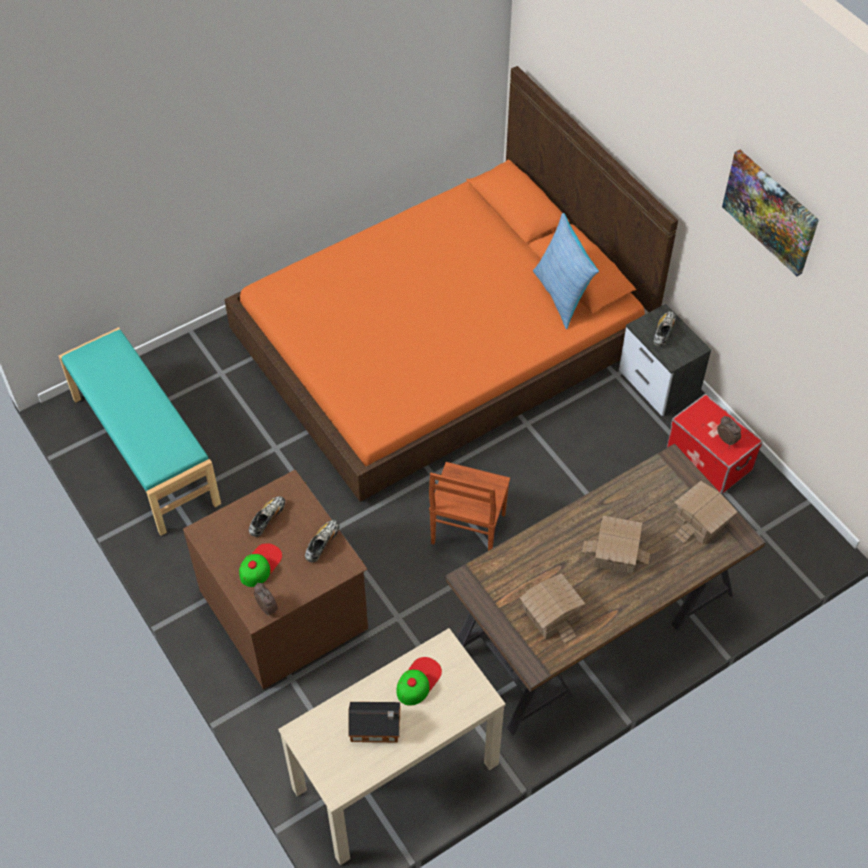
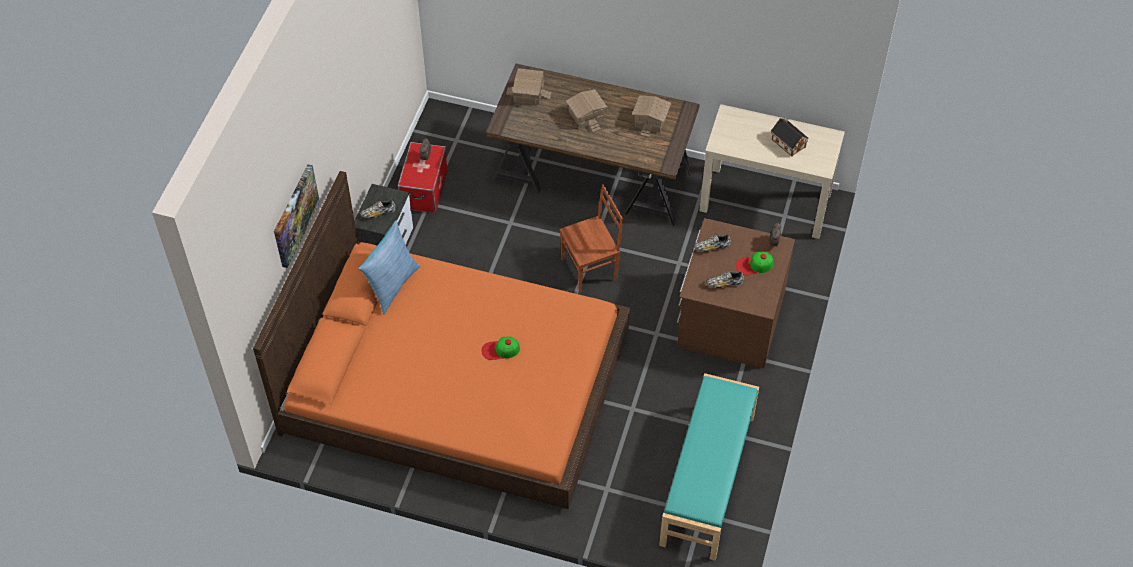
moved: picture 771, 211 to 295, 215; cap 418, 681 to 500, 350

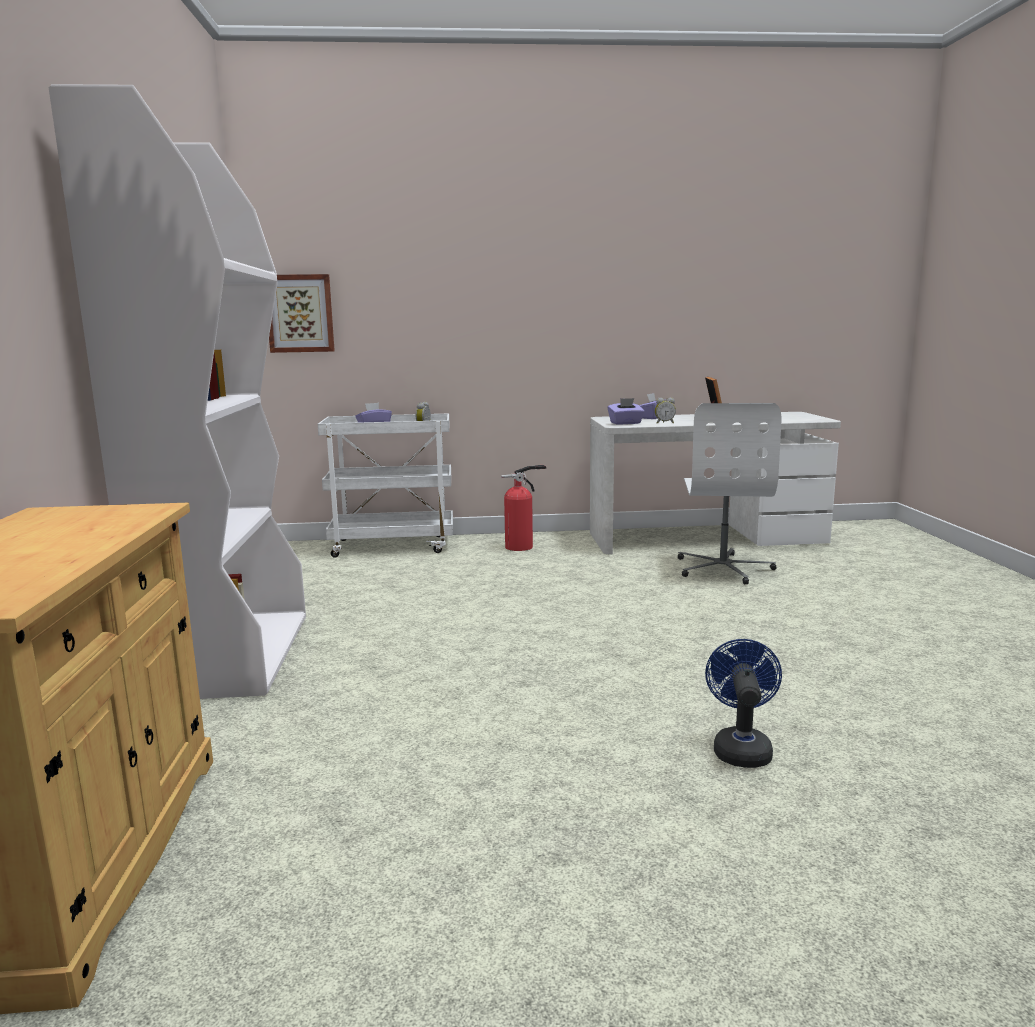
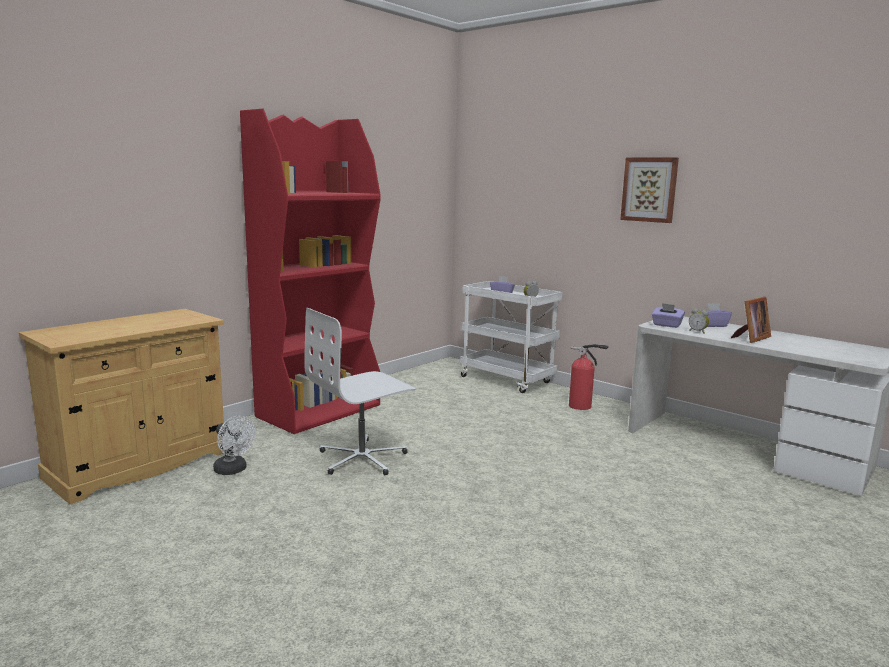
removed: fan (blue) 740, 748
added: fan (white) 233, 470
moved: office chair (white) 723, 568 to 363, 458; picture 300, 313 to 649, 189
recoloured: bookcase (white) 231, 654 to bookcase (red) 319, 410

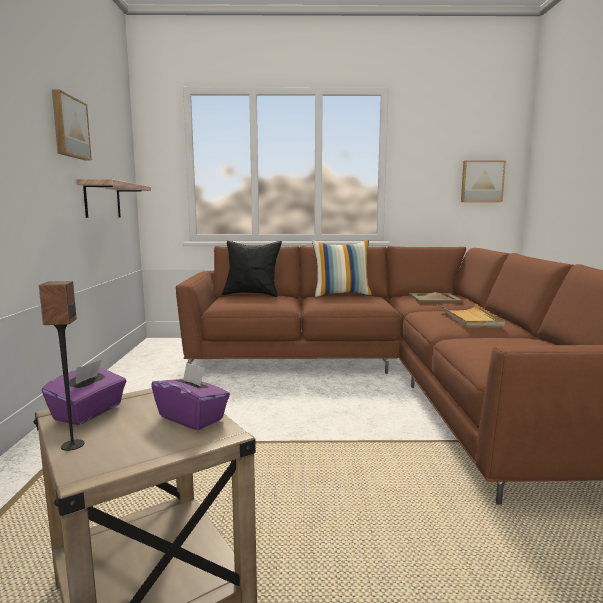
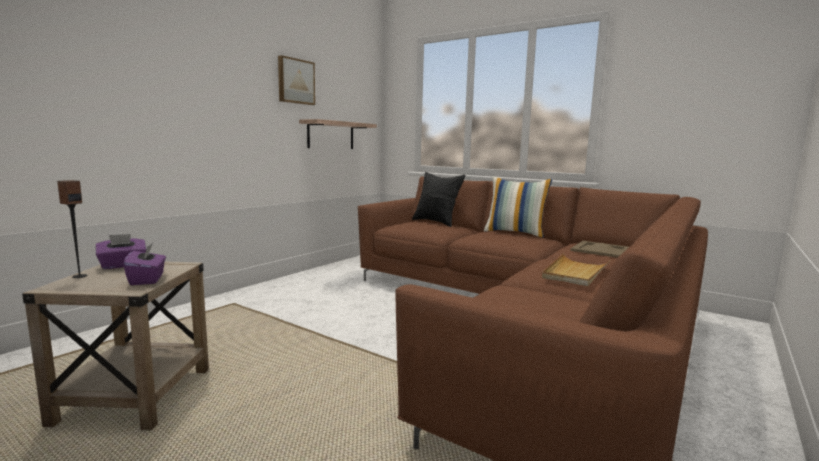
removed: picture 482, 181

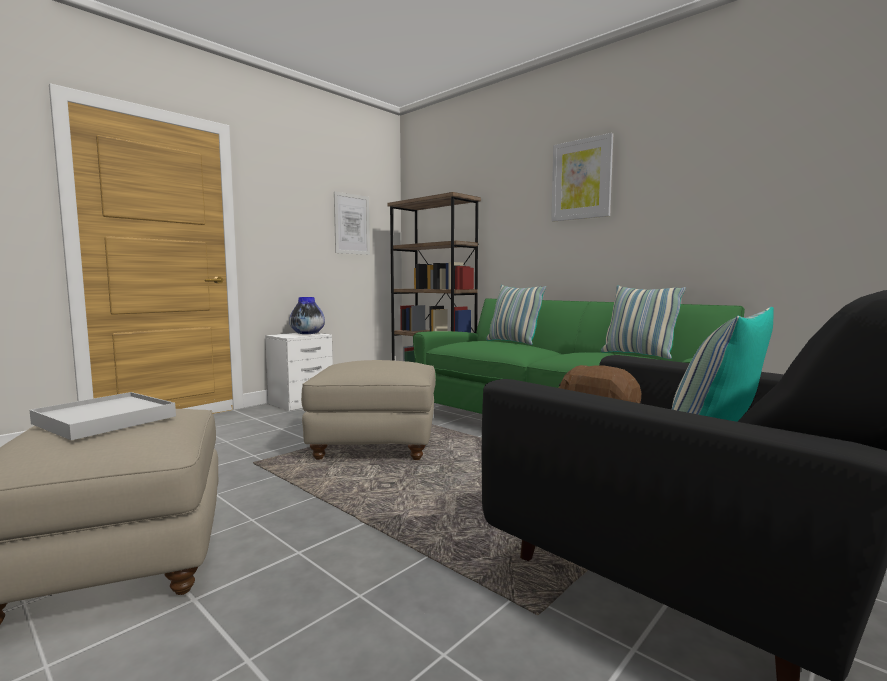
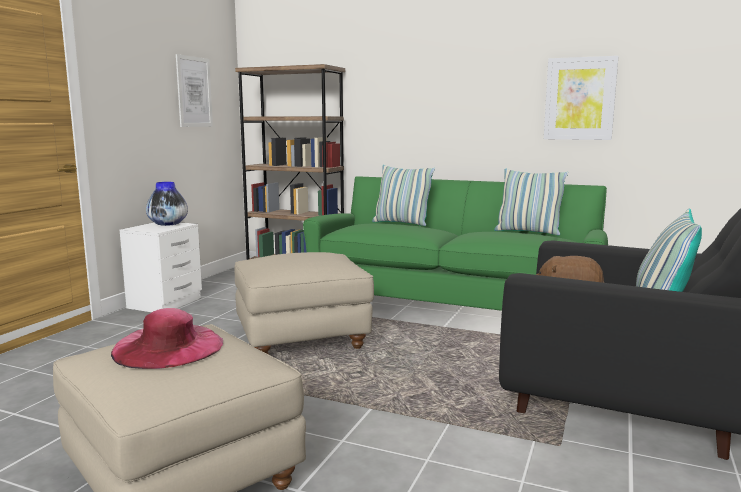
moved: picture 581, 179 to 580, 99
replaced: tray (white) 105, 420 to hat (pink) 168, 346

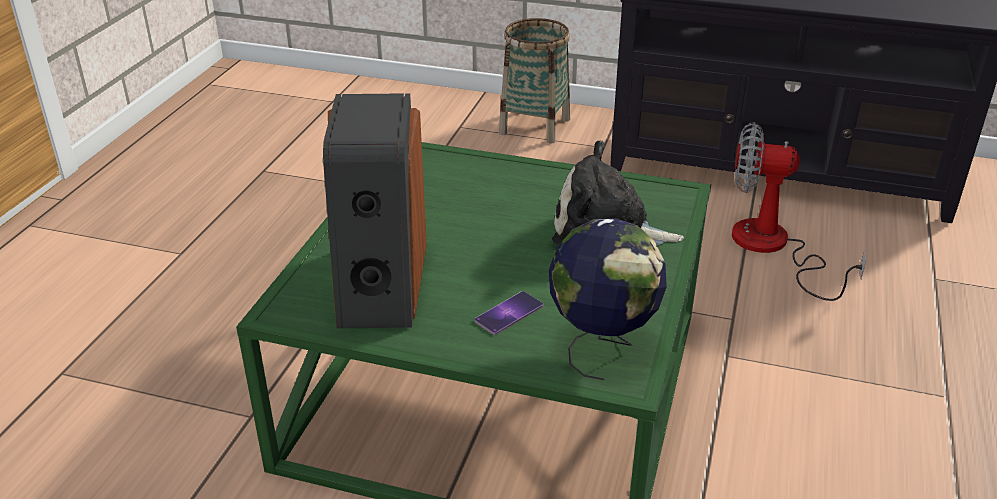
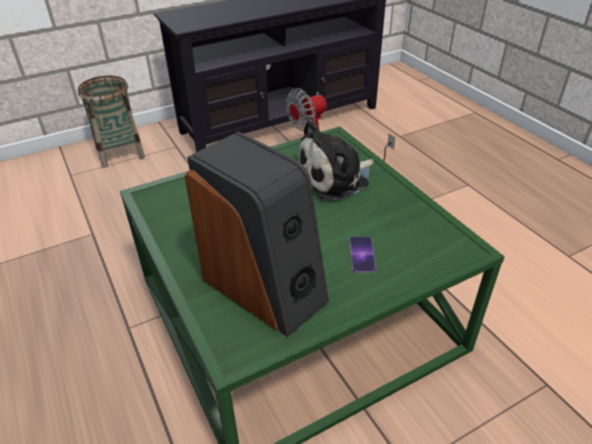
removed: globe 602, 347

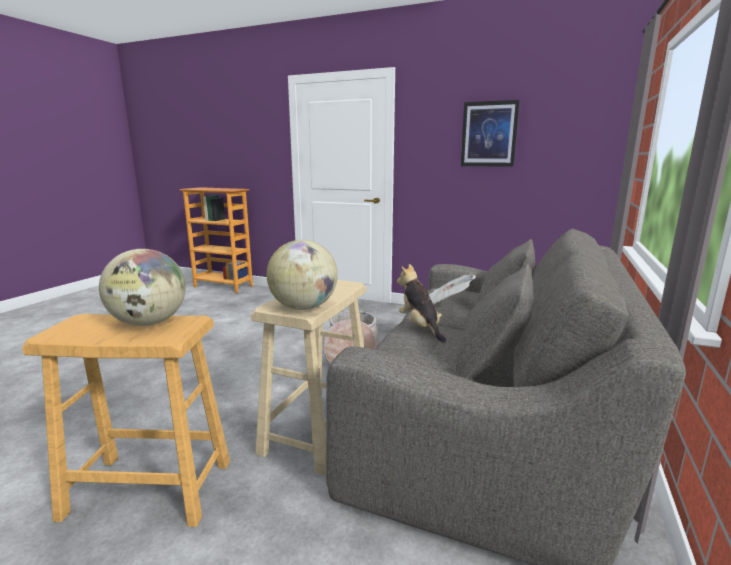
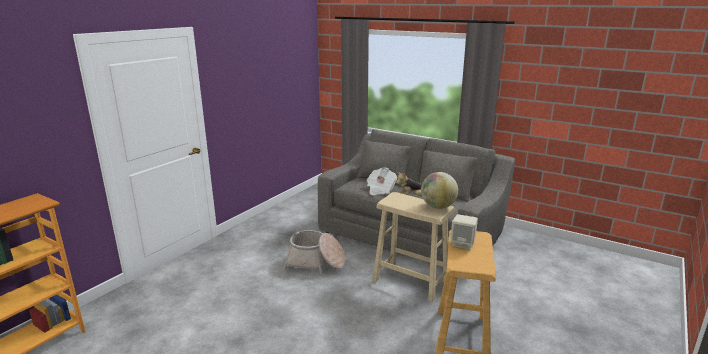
removed: picture 489, 134
replaced: globe 149, 323 to speaker (beige) 463, 243

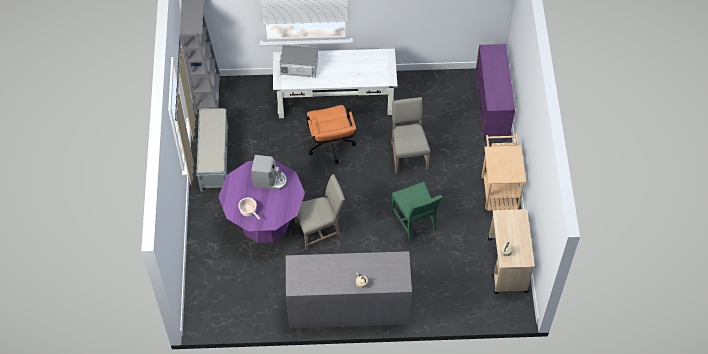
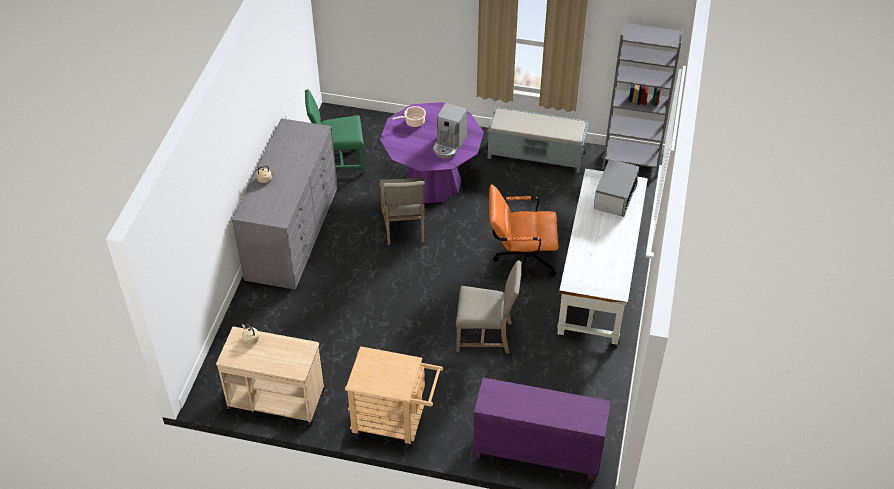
moved: chair (green) 415, 221 to 338, 161

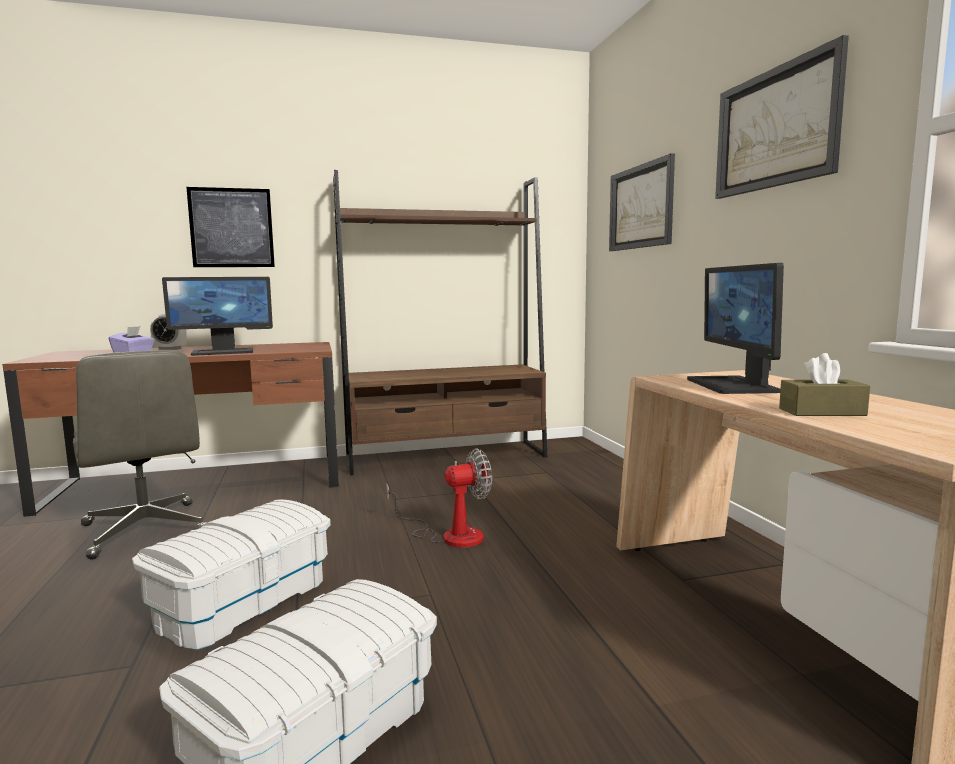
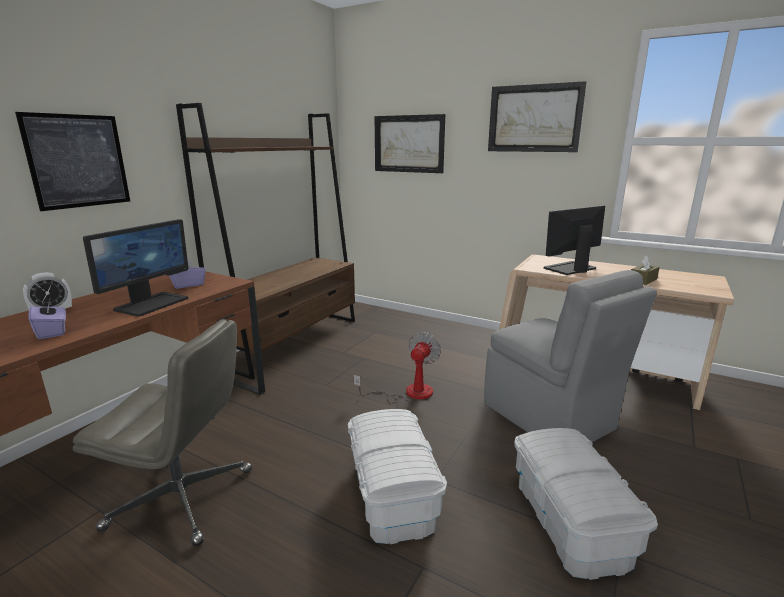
added: tissue box (purple) 188, 285; chair (grey) 550, 418
turned: monitor 733, 385 = 570, 268 105 degrees clockwise

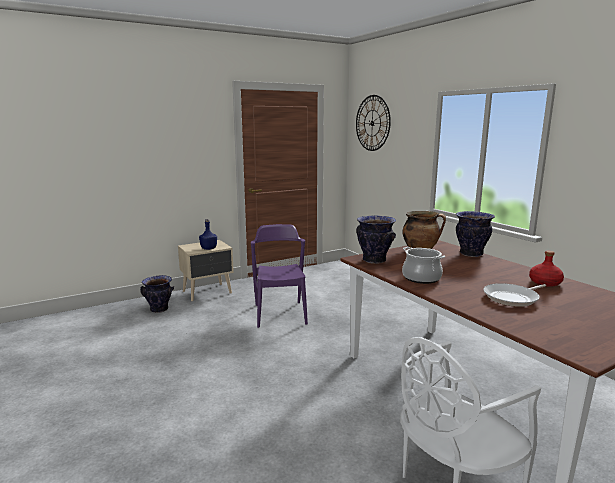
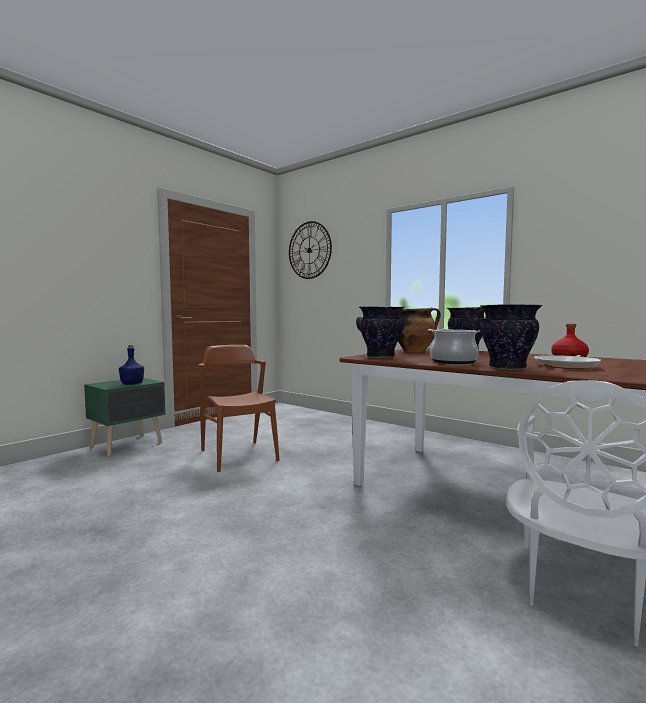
moved: vase 159, 309 to 508, 368
recoloured: nightstand (beige) 208, 292 to nightstand (green) 128, 445; chair (purple) 280, 314 to chair (brown) 238, 455

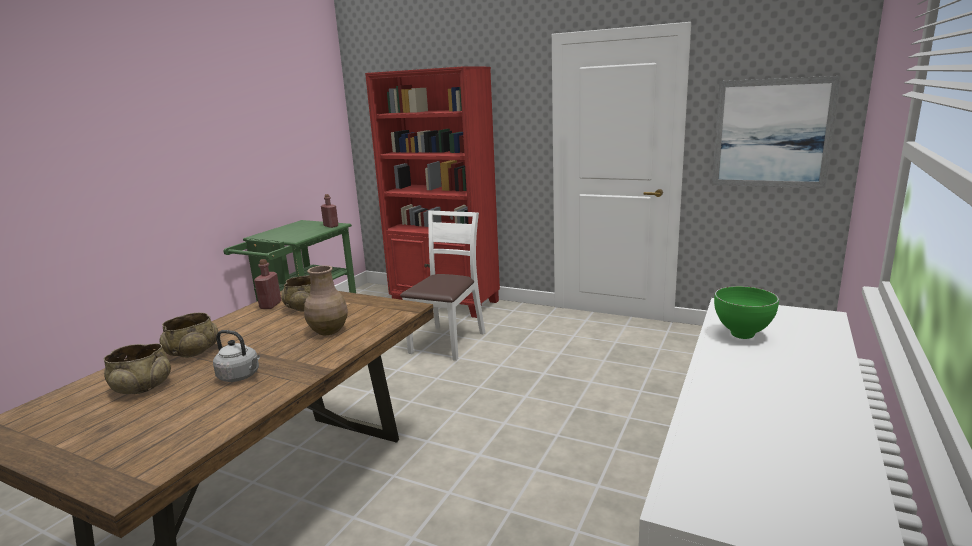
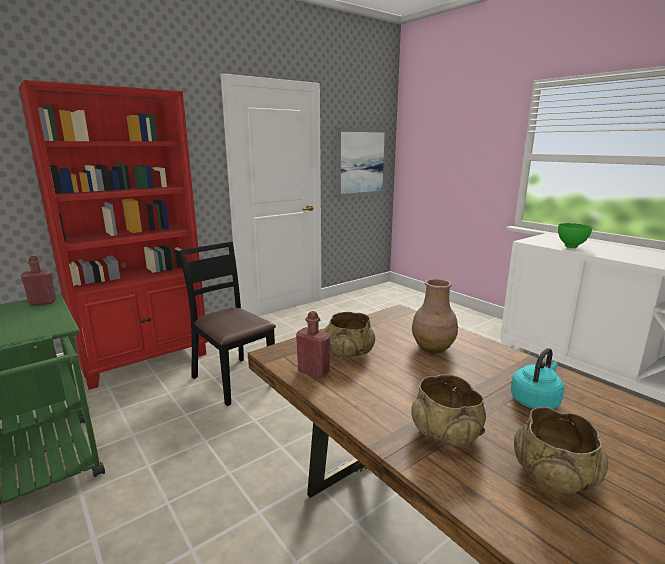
recoloured: chair (white) 447, 342 to chair (black) 233, 380; kettle (grey) 240, 376 to kettle (turquoise) 535, 400

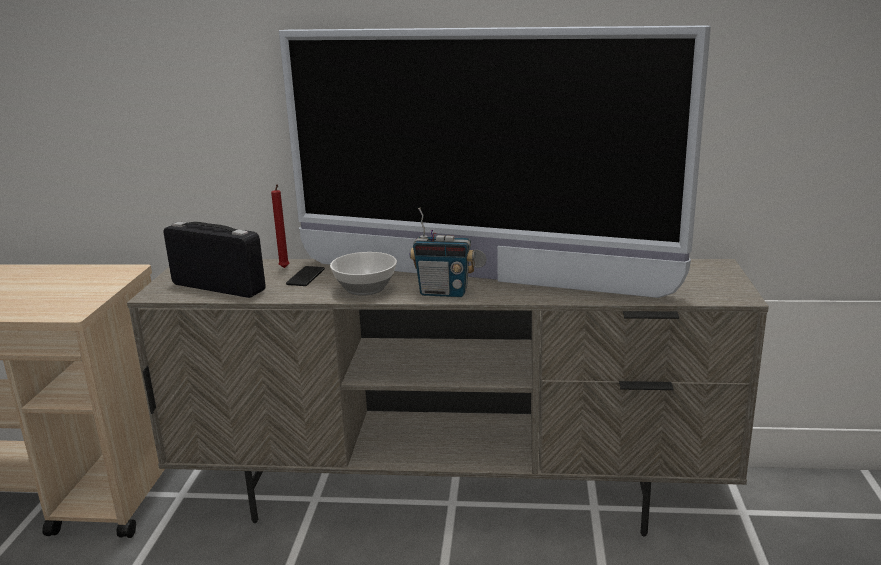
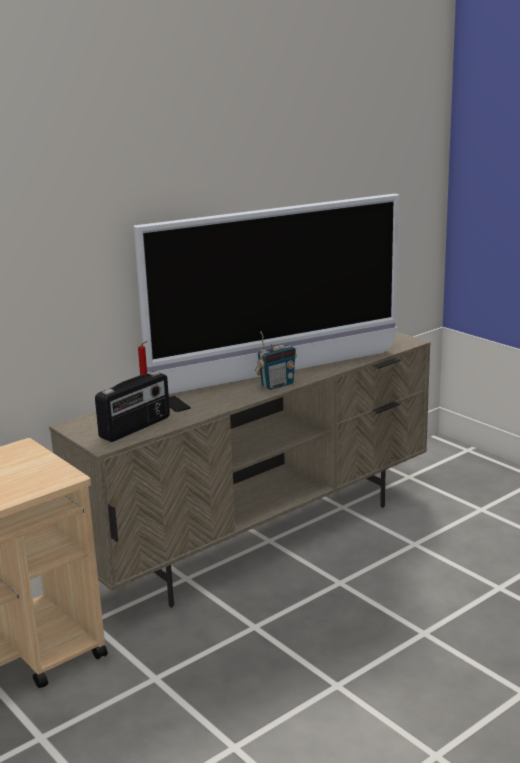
removed: bowl 364, 289
turned: radio 219, 287 = 136, 428 150 degrees clockwise

